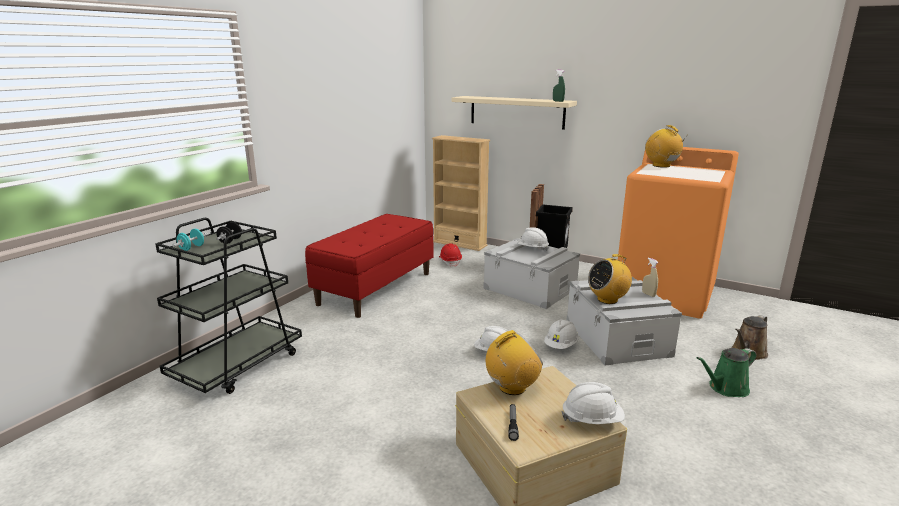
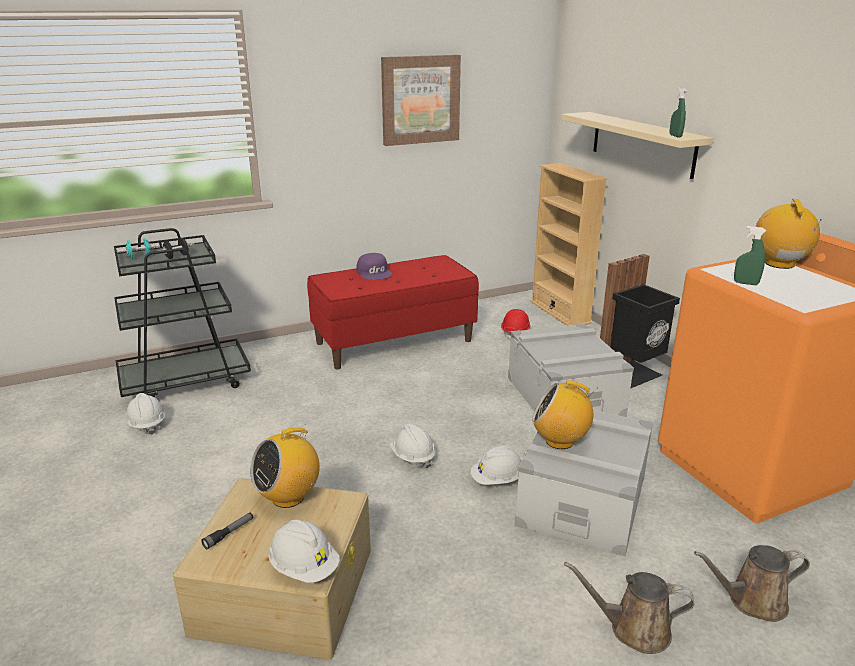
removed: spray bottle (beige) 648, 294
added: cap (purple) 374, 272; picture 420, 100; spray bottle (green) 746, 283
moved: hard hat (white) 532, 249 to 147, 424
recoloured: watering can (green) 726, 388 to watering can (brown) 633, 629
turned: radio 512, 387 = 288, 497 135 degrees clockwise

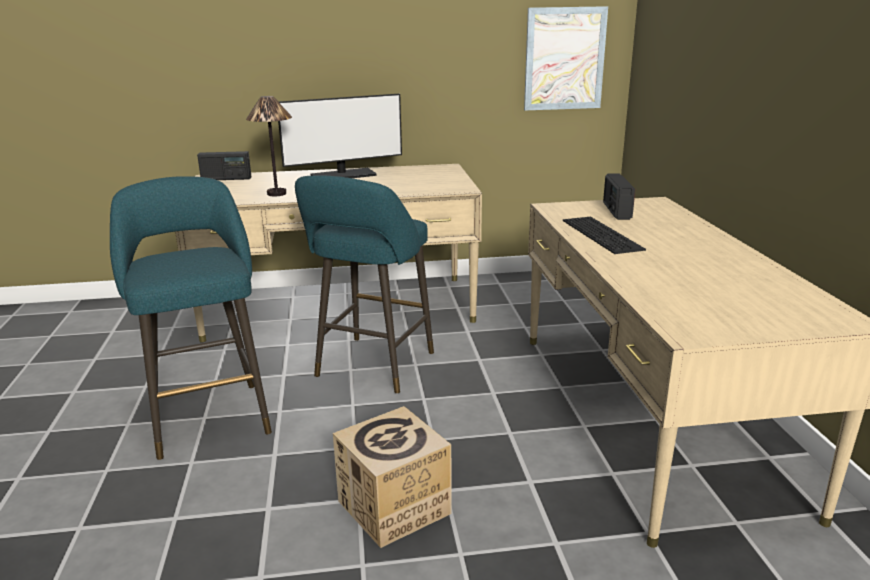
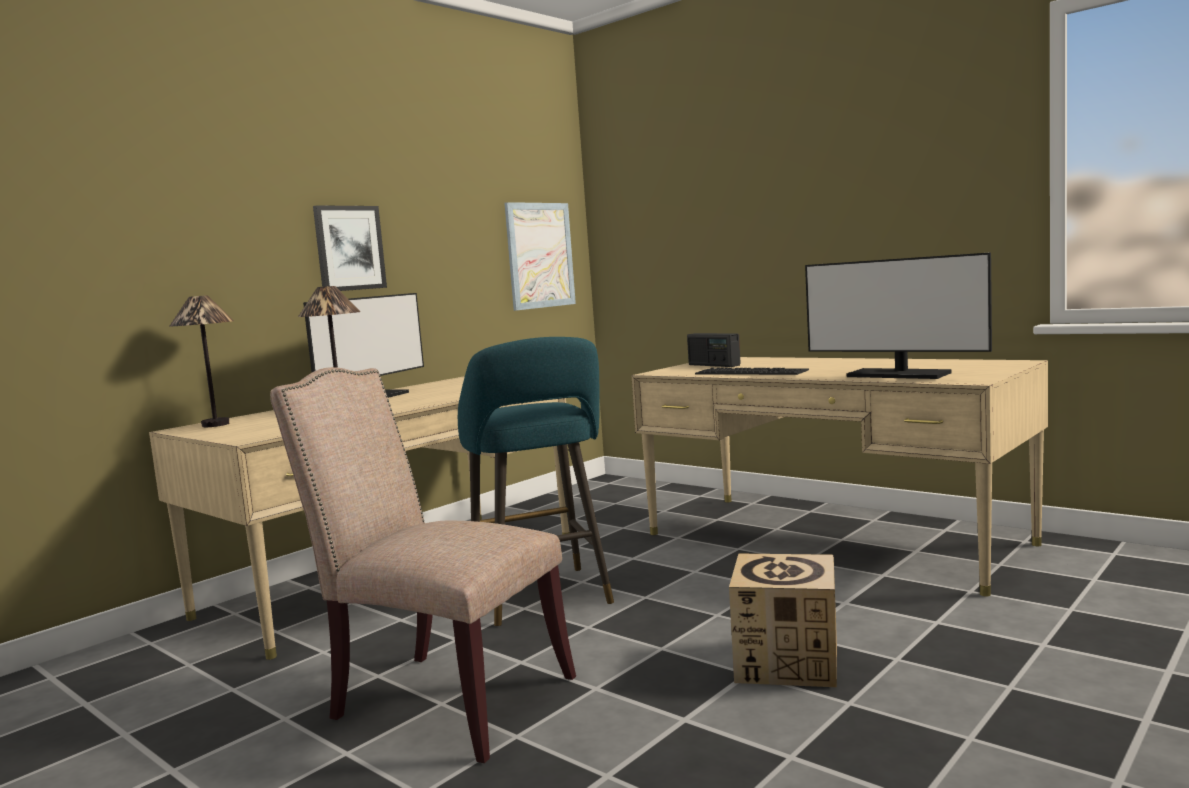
added: picture 349, 248; monitor 898, 375
replaced: radio 226, 179 to table lamp 216, 424; stool (turquoise) 209, 415 to chair (beige) 442, 699

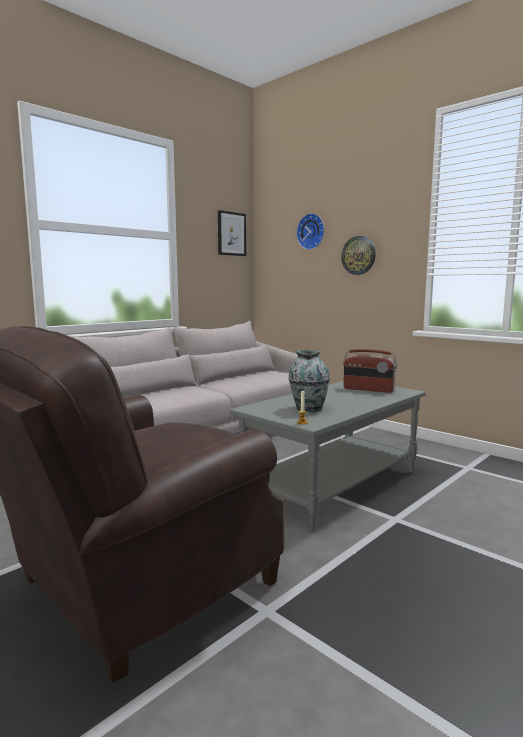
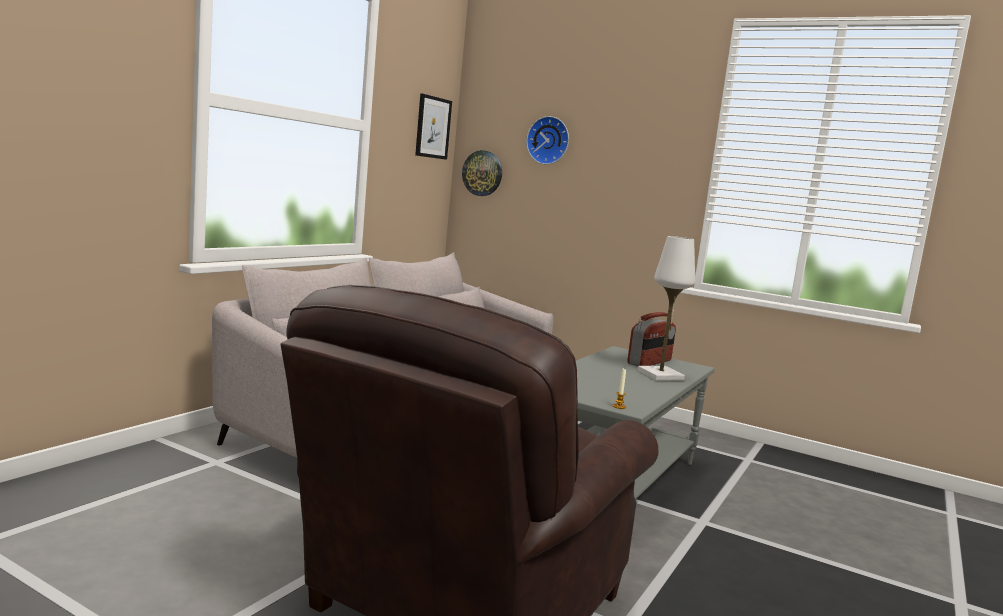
removed: vase 309, 408
added: table lamp (white) 660, 376
moved: wall clock 358, 255 to 482, 173
turned: radio 368, 389 = 650, 362 60 degrees counterclockwise

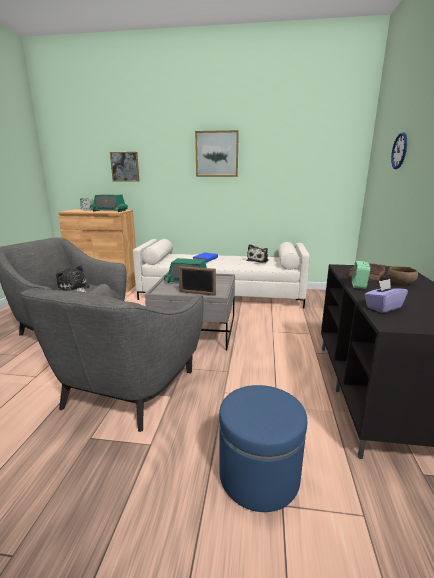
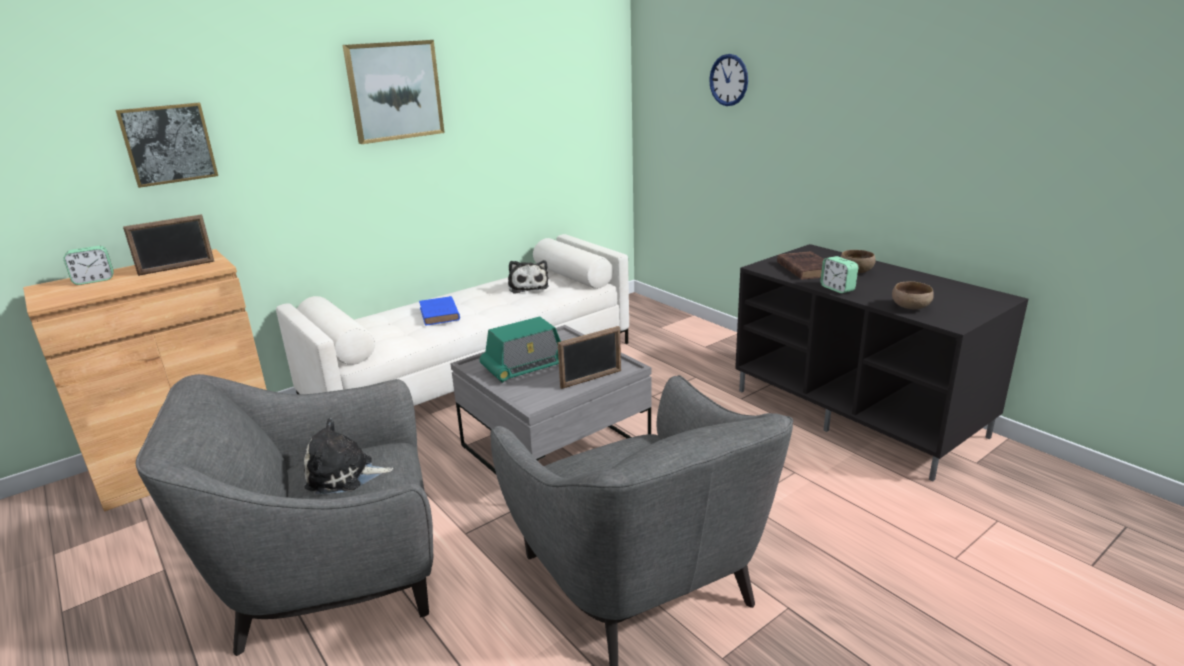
removed: ottoman (blue) 259, 475
replaced: radio 109, 211 to picture frame 177, 268; tissue box (purple) 383, 307 to bowl (brown) 911, 308

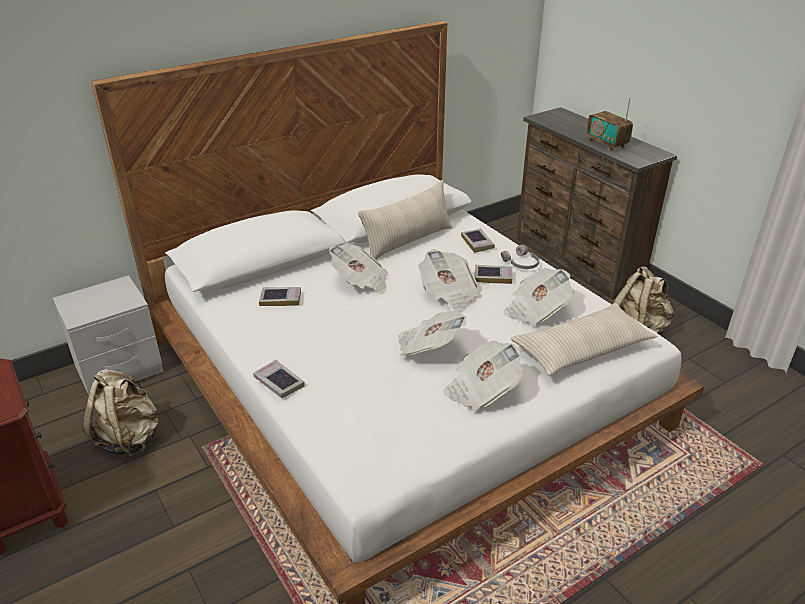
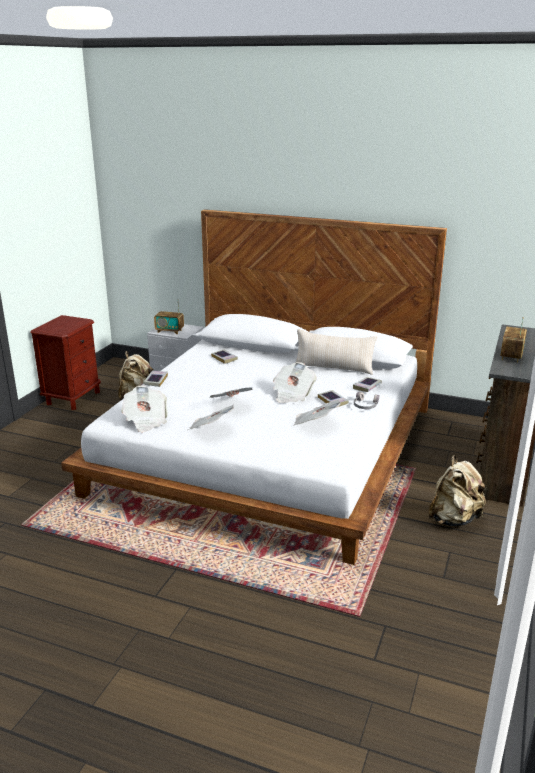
removed: pillow (beige) 582, 349
added: radio 169, 331
moved: newspaper 360, 282 to 146, 420

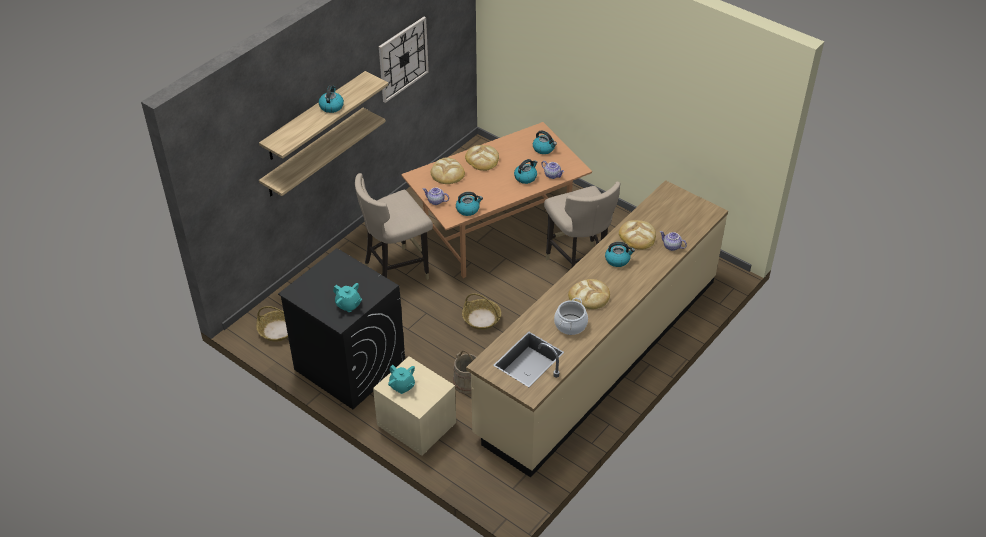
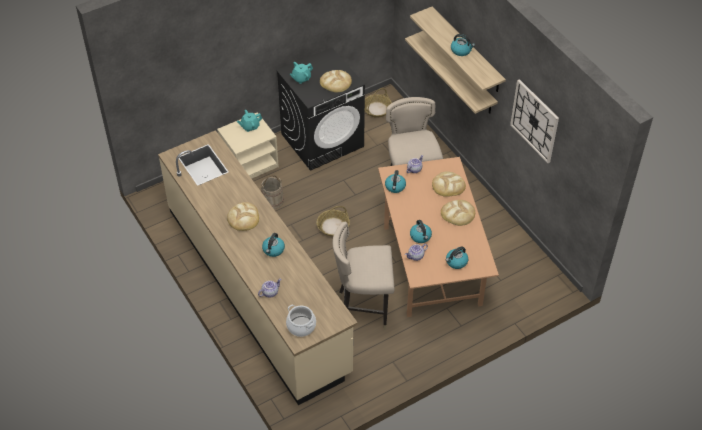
moved: cooking pot 570, 324 to 301, 326; bread 637, 236 to 336, 82

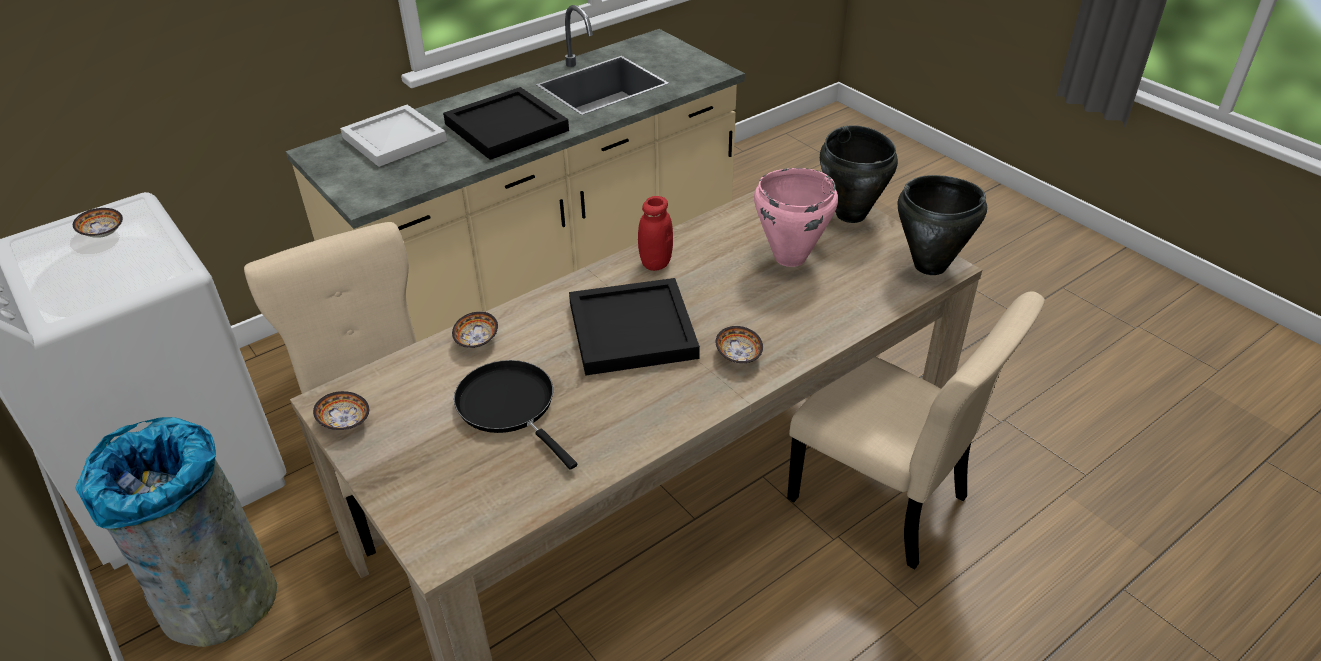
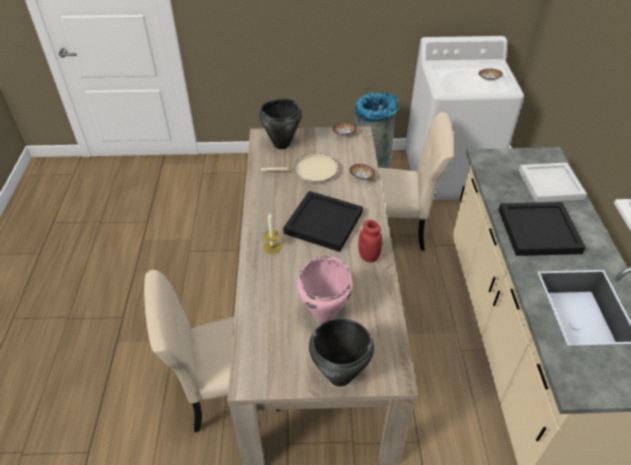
moved: cooking pot (black) 930, 266 to 281, 144
replaced: bowl 739, 355 to candle 272, 247
recoloured: frying pan (black) 510, 406 to frying pan (beige) 312, 171

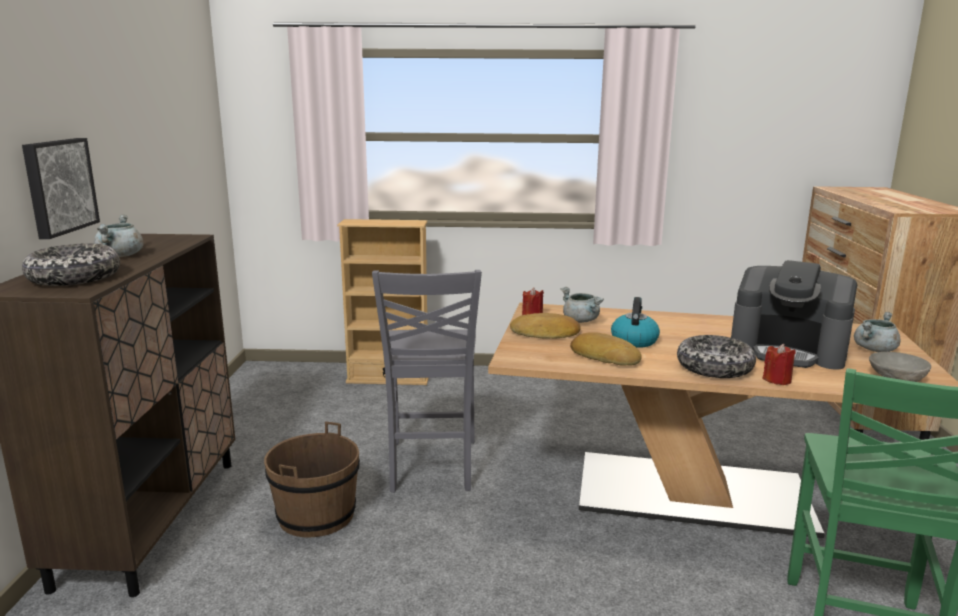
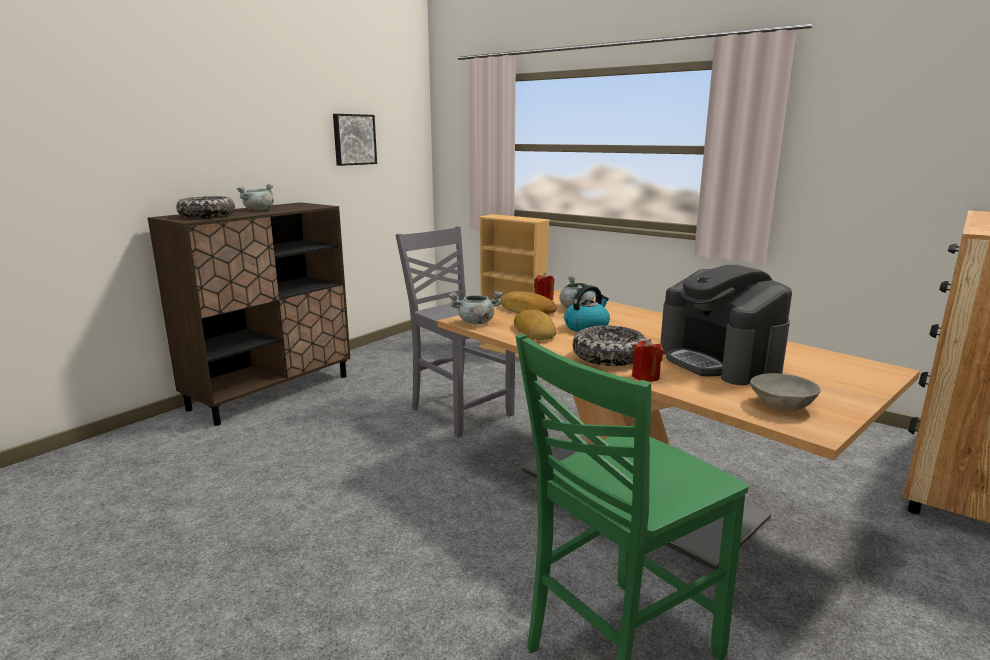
removed: bucket (brown) 316, 515
moved: picture 58, 186 to 353, 139; cooking pot (grey) 874, 350 to 476, 322
turned: chair (grey) 431, 466 = 460, 411 105 degrees clockwise

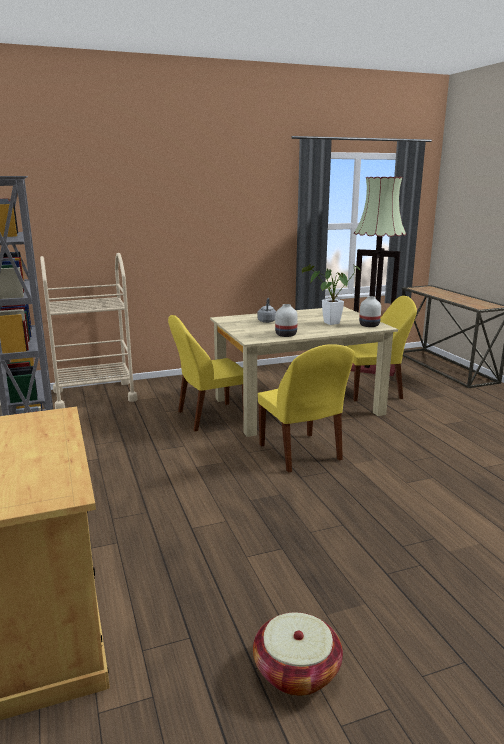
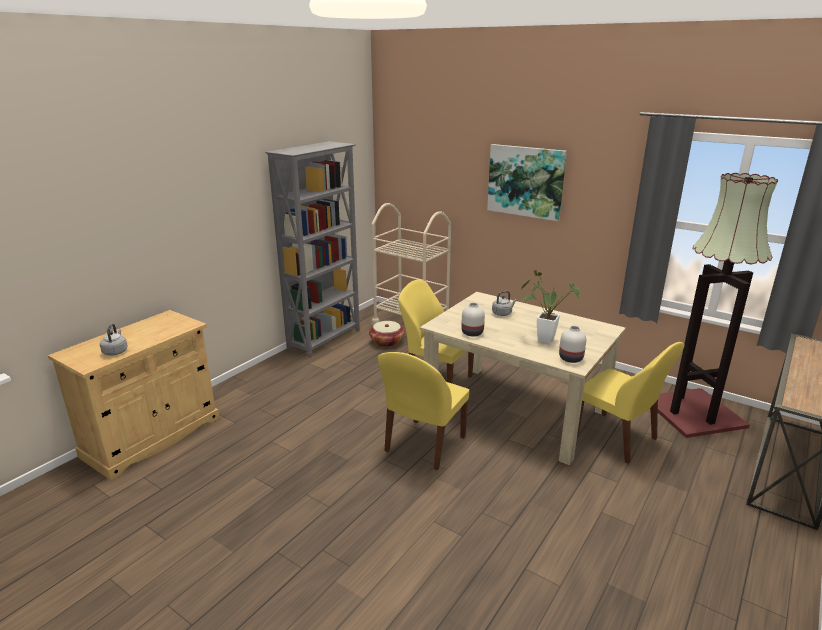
added: kettle (grey) 116, 351; picture 525, 181
moved: basket 296, 671 to 387, 342

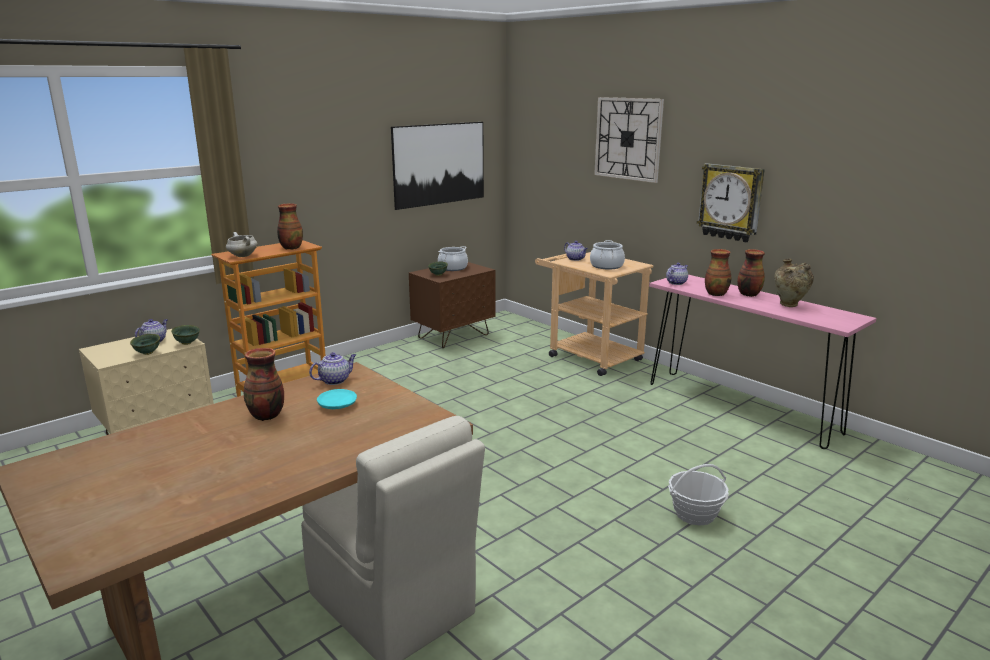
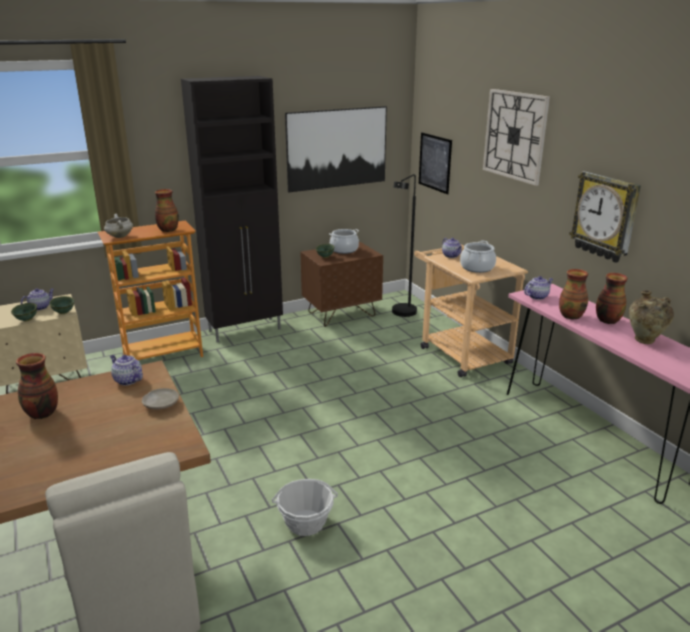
removed: plate (turquoise) 337, 405
added: plate (beige) 161, 404; cabinet (black) 246, 330; floor lamp (black) 402, 314; picture 435, 162
moved: basket 695, 514 to 305, 522
turned: teapot 335, 380 = 127, 380 120 degrees counterclockwise

